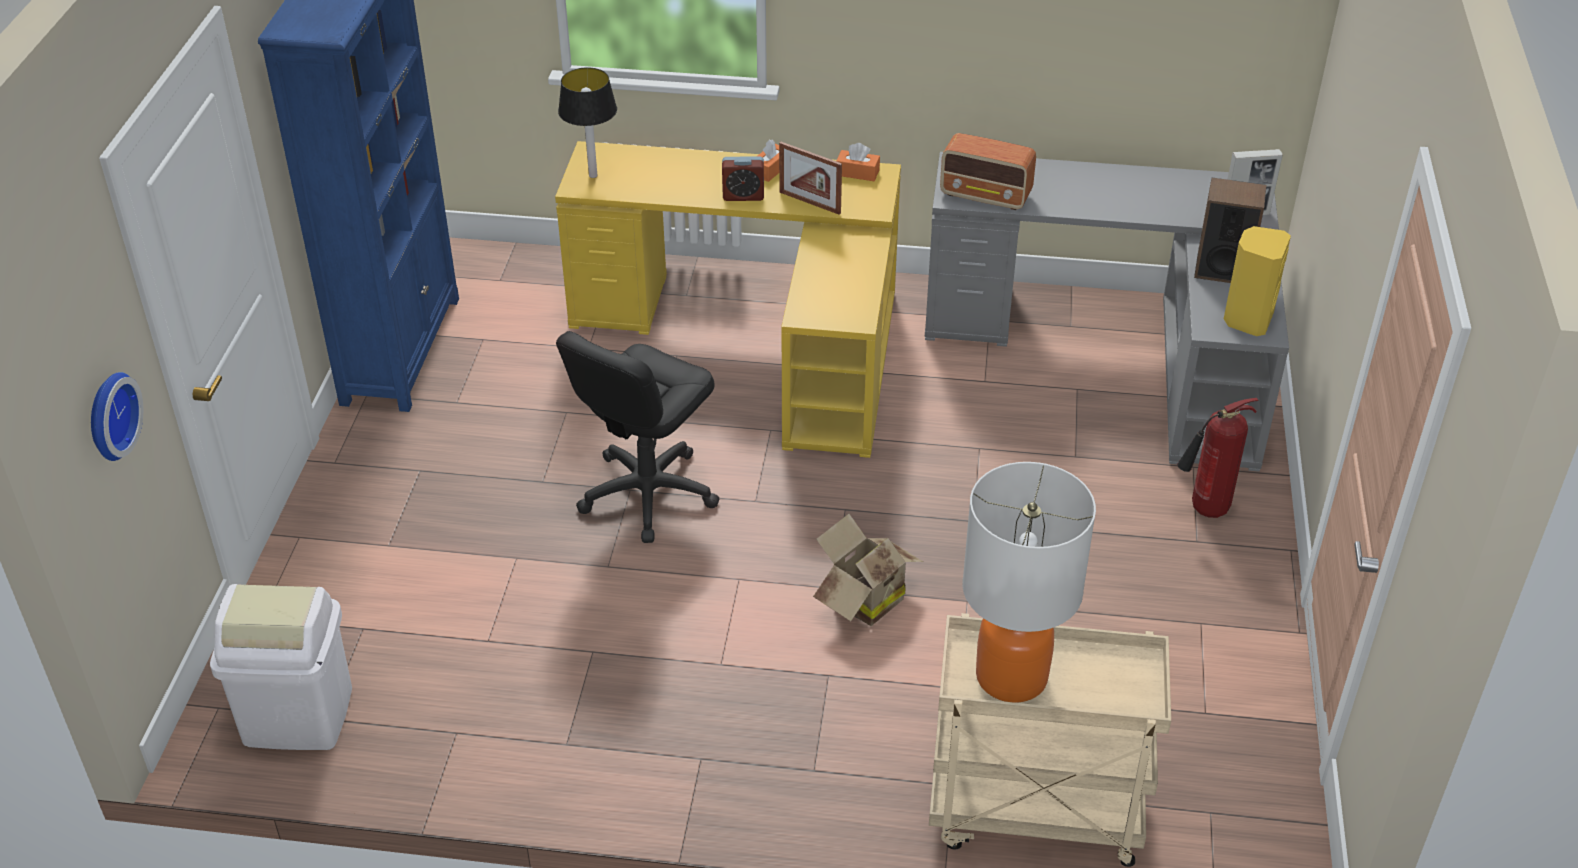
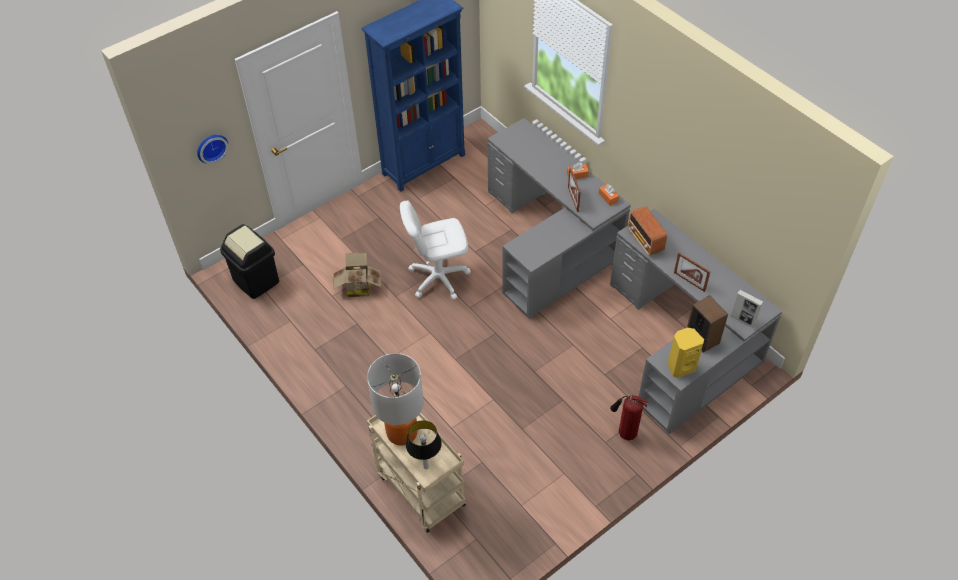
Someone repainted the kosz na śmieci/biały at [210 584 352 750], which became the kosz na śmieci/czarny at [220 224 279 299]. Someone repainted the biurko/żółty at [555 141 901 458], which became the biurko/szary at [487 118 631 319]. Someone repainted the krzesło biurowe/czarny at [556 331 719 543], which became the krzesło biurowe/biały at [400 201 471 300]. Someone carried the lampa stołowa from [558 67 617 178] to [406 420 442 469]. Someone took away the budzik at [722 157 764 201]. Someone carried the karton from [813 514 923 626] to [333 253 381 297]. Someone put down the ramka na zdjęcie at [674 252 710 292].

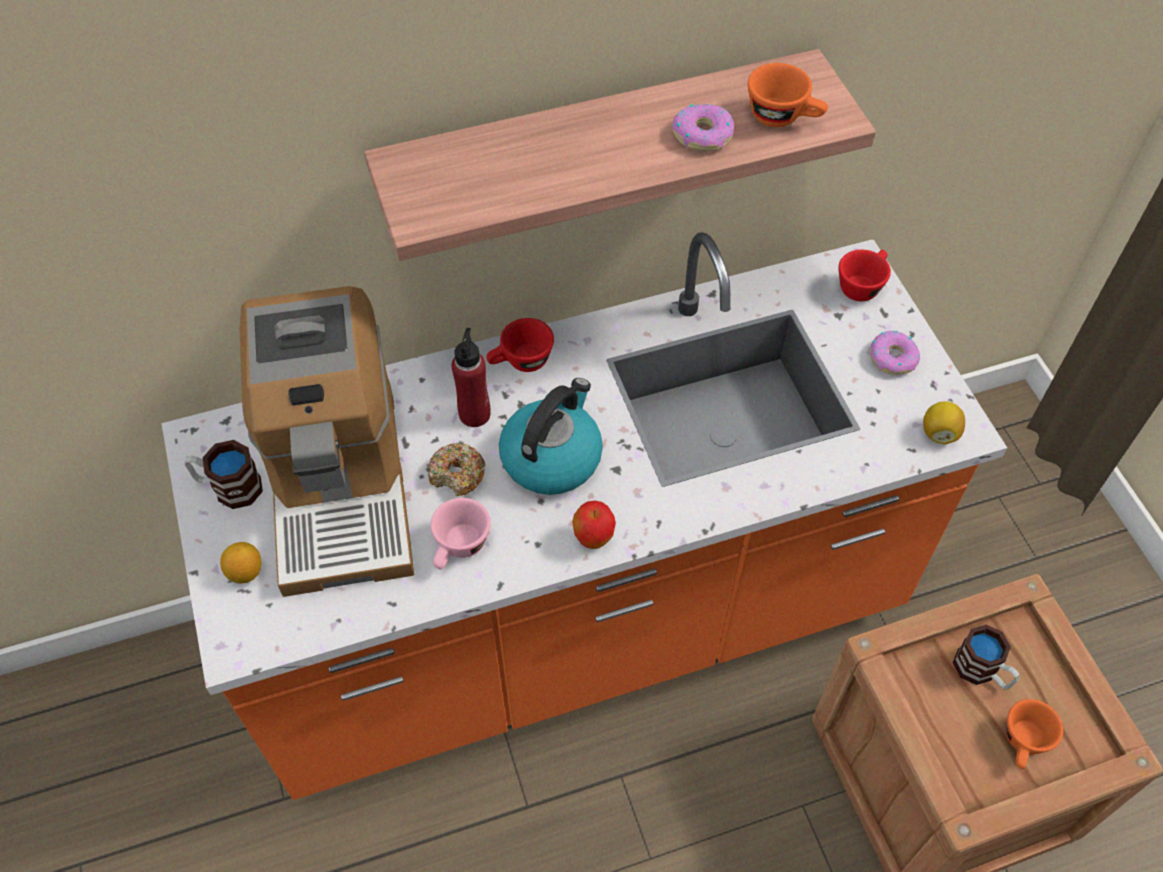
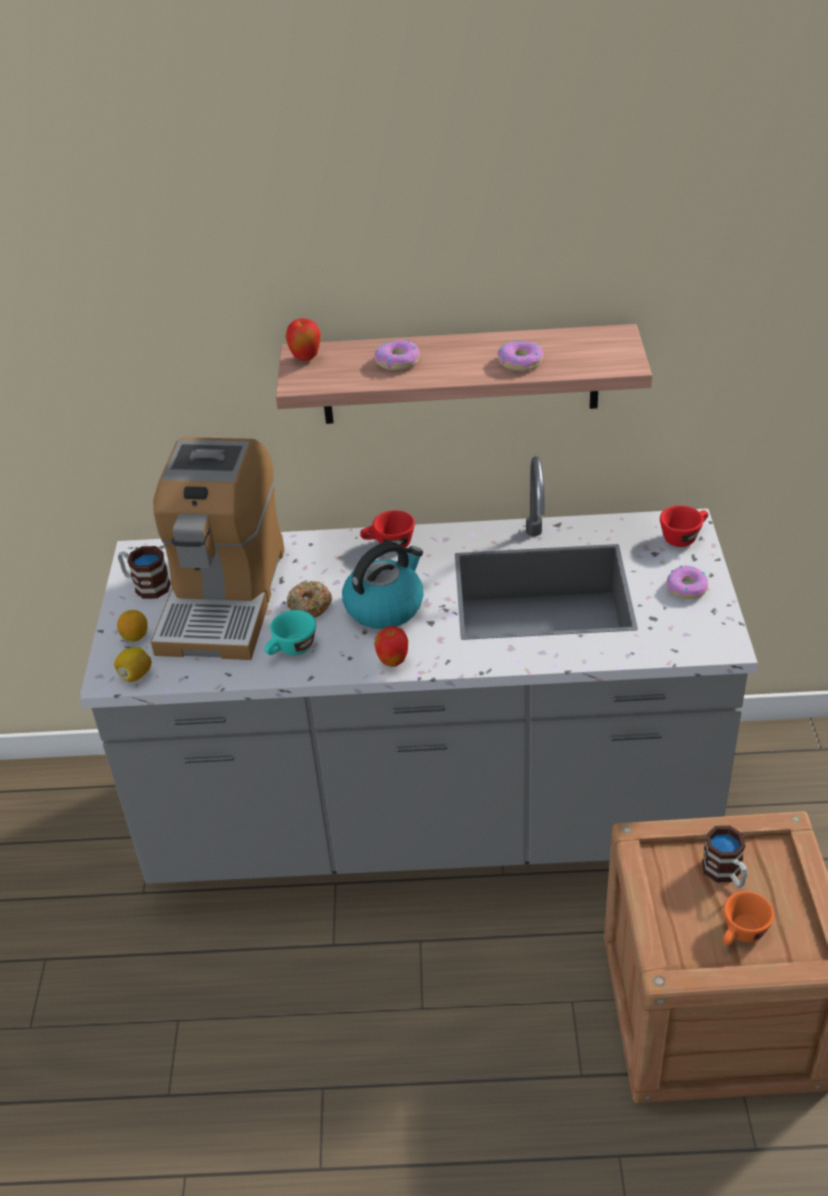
Someone repainted the zabudowa kuchenna/pomarańczowy at [161 232 1007 800], which became the zabudowa kuchenna/szary at [79 456 758 884]. Someone repainted the filiżanka/różowy at [431 498 490 569], which became the filiżanka/turkusowy at [264 610 316 655]. Someone took away the butelka/czerwony at [452 328 491 427]. Someone took away the filiżanka/pomarańczowy at [748 63 828 127]. Someone carried the cytryna from [923 402 965 444] to [114 647 151 682]. Someone put down the jabłko at [285 318 321 361]. Someone put down the donut at [374 340 420 370].

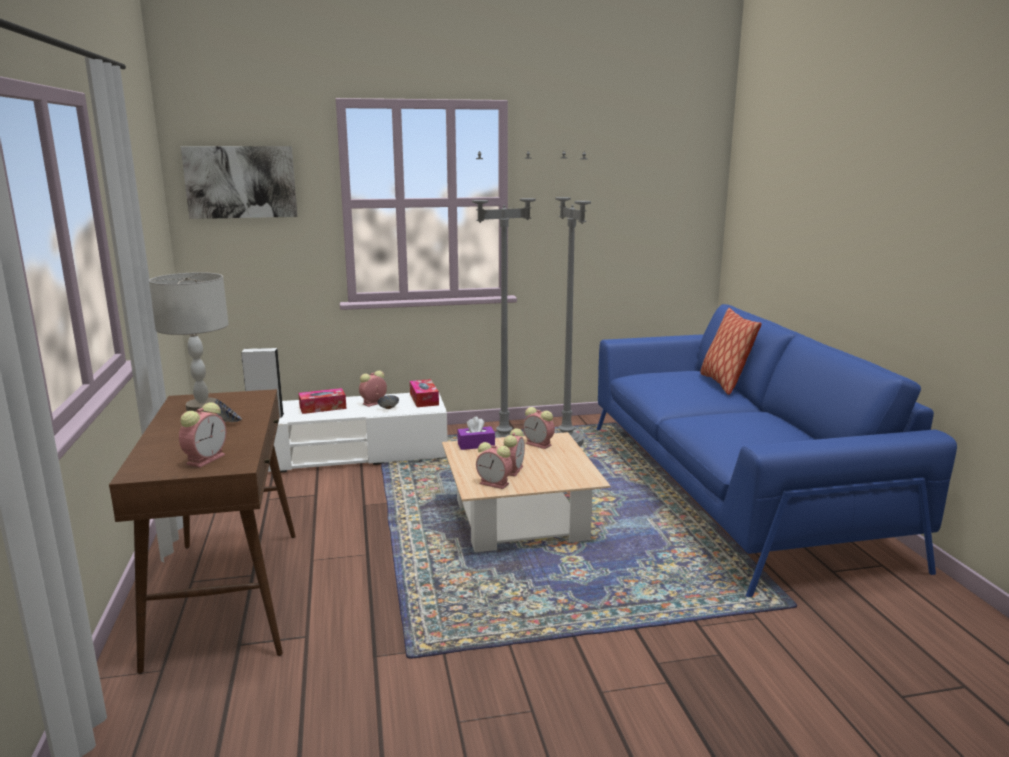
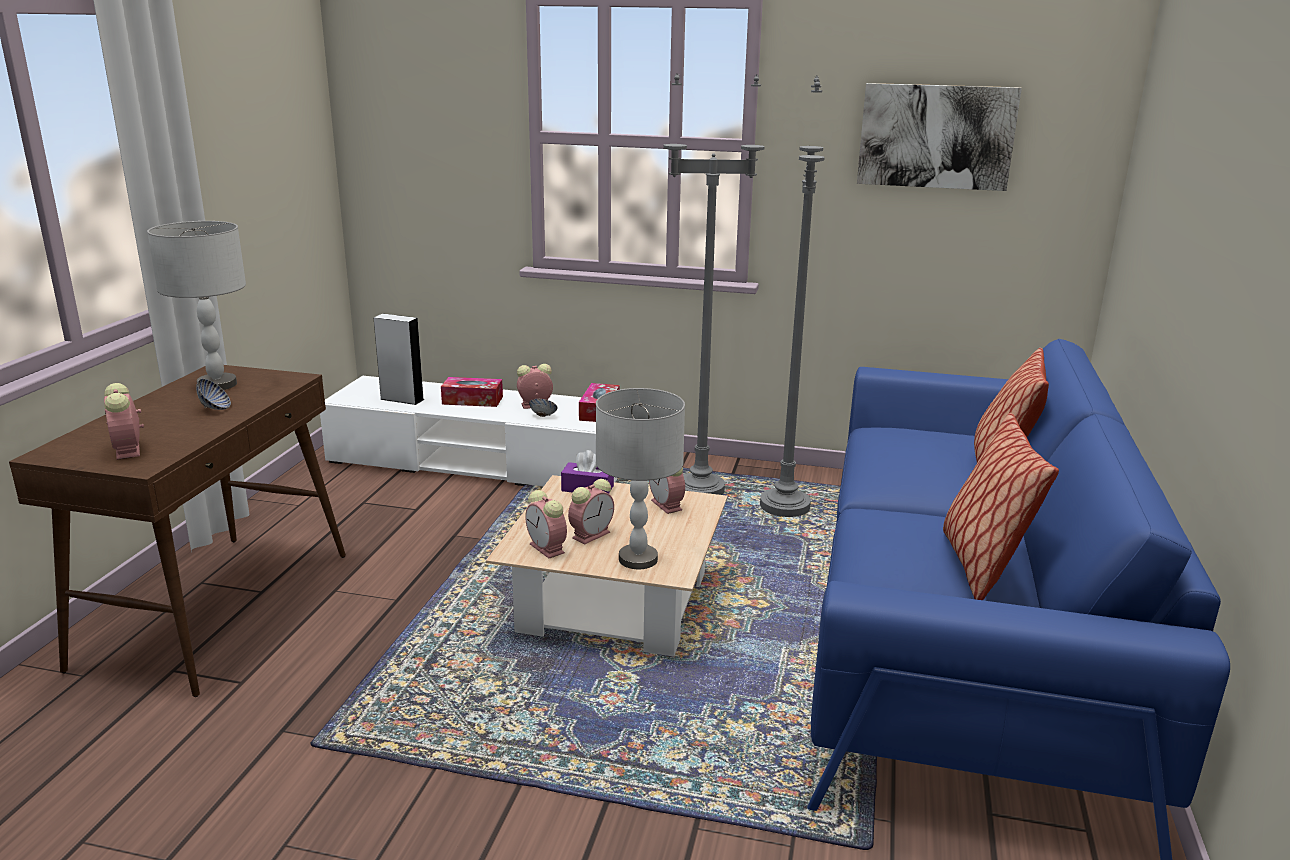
Someone rotated the budzik at [179 403 226 468] by 105 degrees clockwise. Someone carried the obraz from [181 146 297 219] to [857 83 1022 191]. Someone put down the lampa stołowa/szary at [596 388 685 569]. Someone put down the poduszka at [943 413 1059 600].

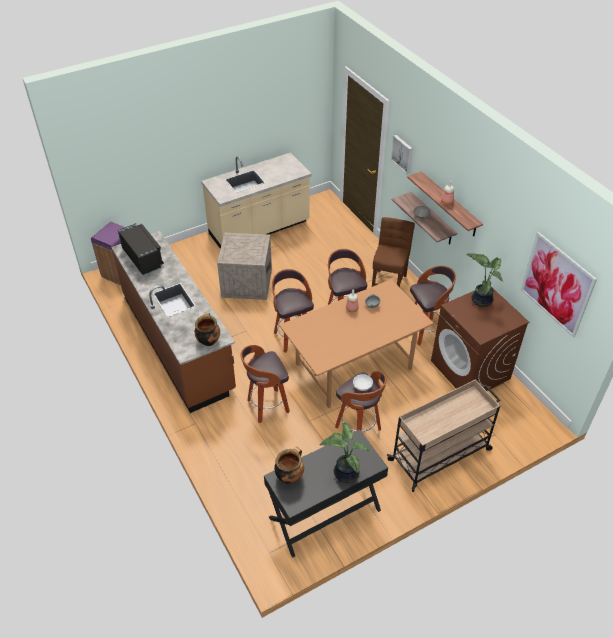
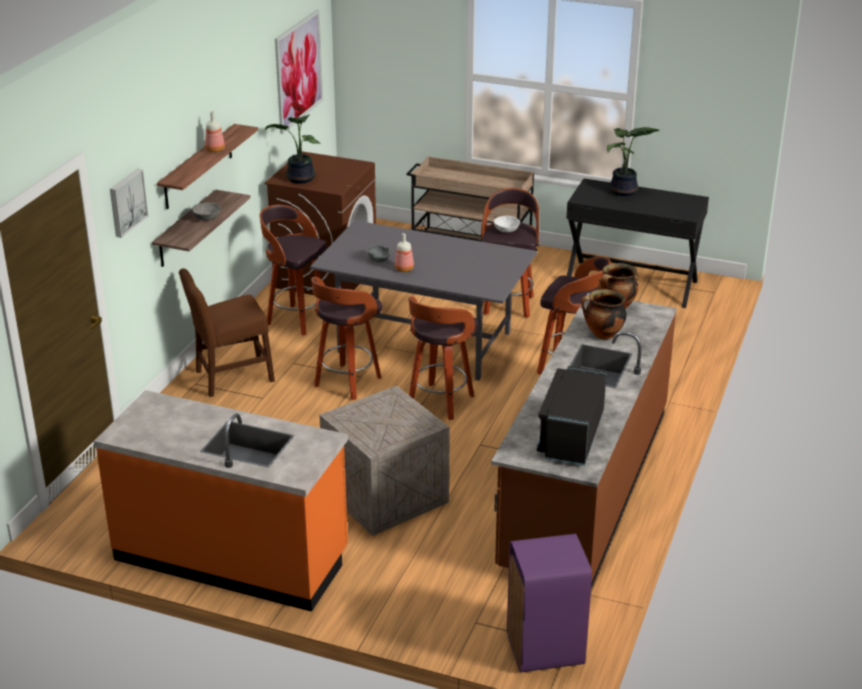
Someone repainted the zabudowa kuchenna/beżowy at [201 152 312 249], which became the zabudowa kuchenna/pomarańczowy at [94 390 348 612]. Someone carried the garnek from [274 447 304 484] to [581 289 627 339]. Someone repainted the stół jadalny/brązowy at [279 279 434 408], which became the stół jadalny/szary at [310 220 537 381].

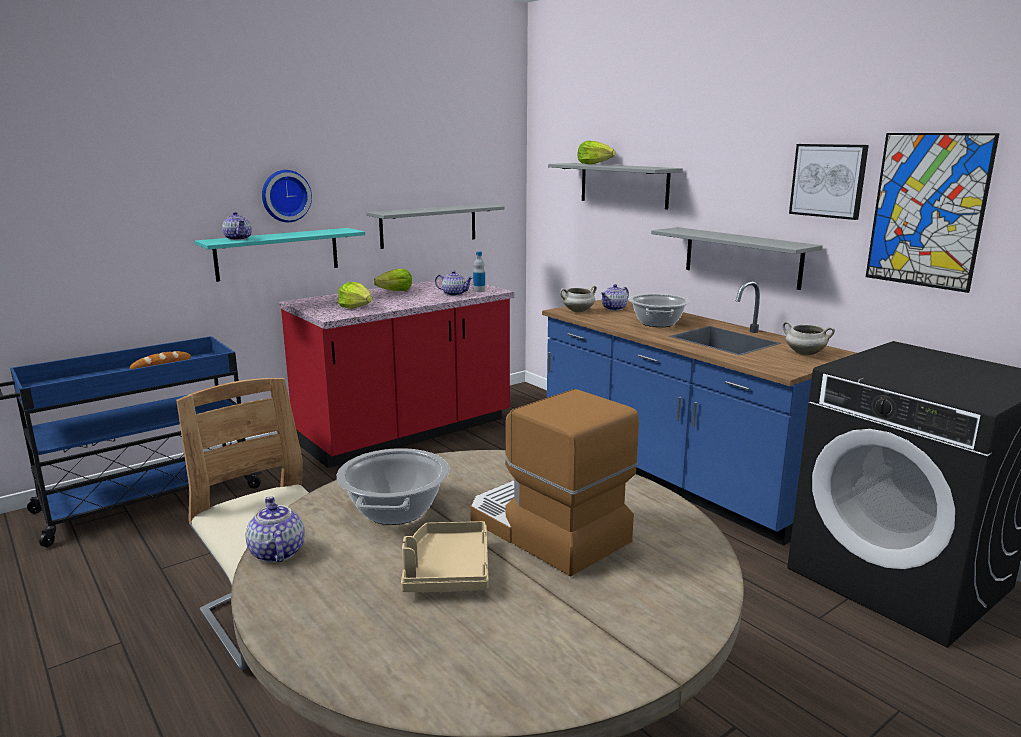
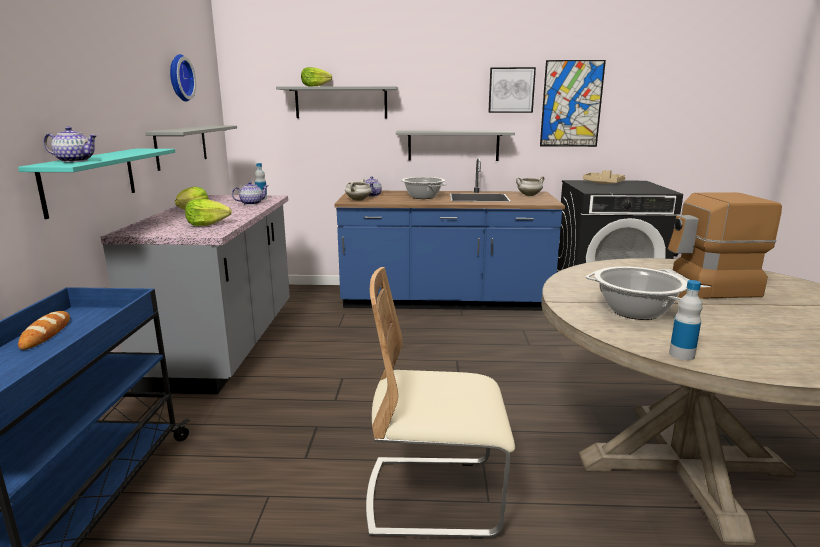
Someone swapped the imbryk at [246 497 305 563] for the butelka at [669 280 702 360]. Someone carried the zegar ścienny from [262 170 312 222] to [170 54 196 102]. Someone repainted the zabudowa kuchenna/czerwony at [279 279 514 468], which became the zabudowa kuchenna/szary at [101 195 290 394]. Someone carried the taca/beżowy from [401 521 488 592] to [583 170 625 184].

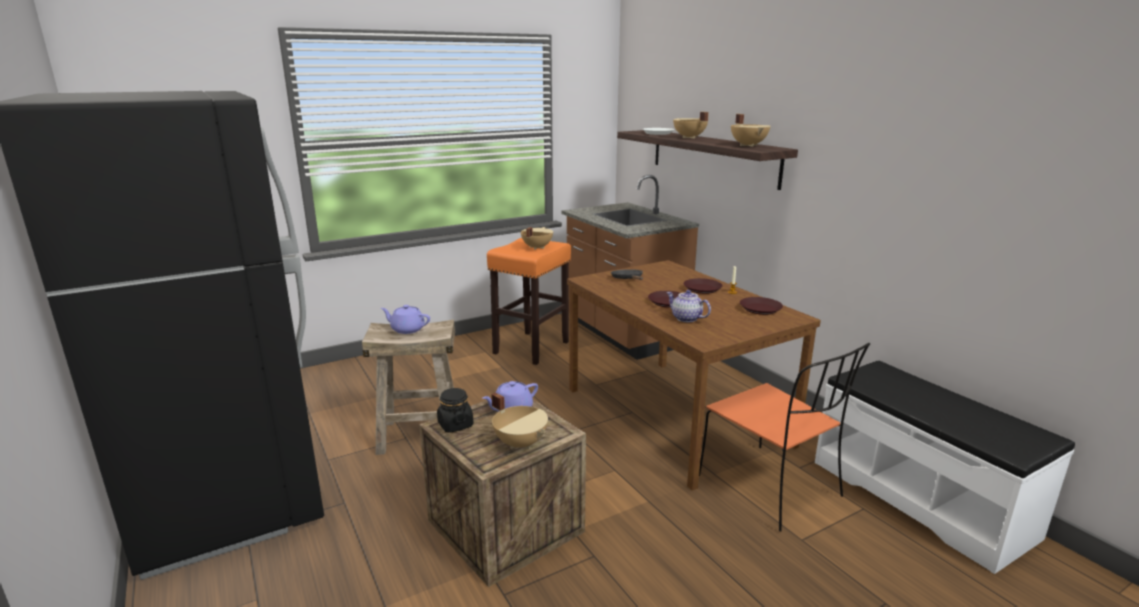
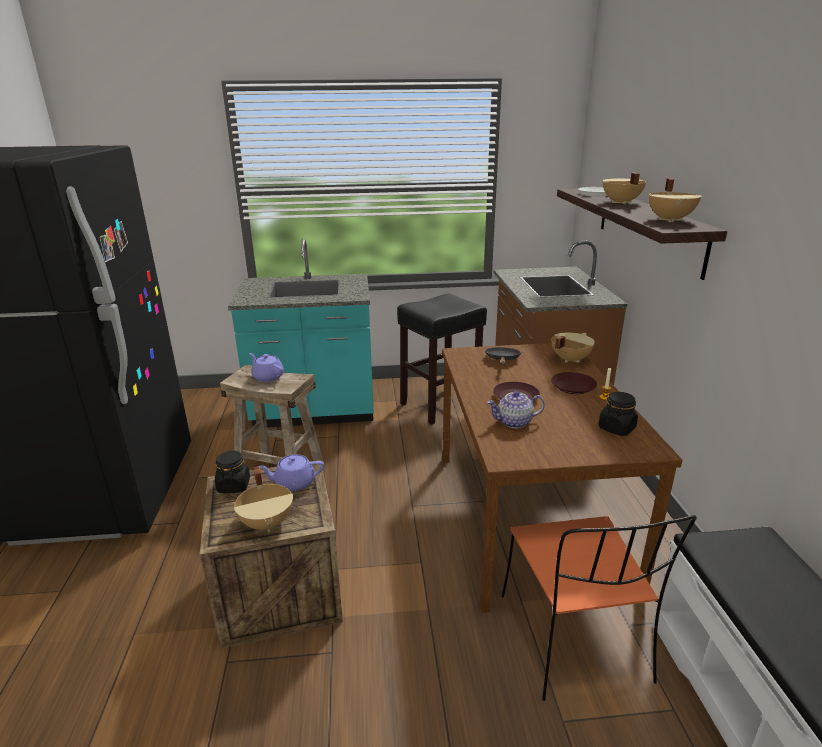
Someone repainted the stołek/pomarańczowy at [487 238 571 365], which became the stołek/czarny at [397 294 487 425]. Someone carried the garnek/beżowy from [521 227 553 250] to [551 333 595 363]. Someone rotated the imbryk at [666 290 711 322] by 75 degrees counterclockwise. Someone swapped the talerz/brązowy at [740 297 783 315] for the słoik/czarny at [598 392 638 436]. Someone put down the zabudowa kuchenna/turkusowy at [228 239 374 427].

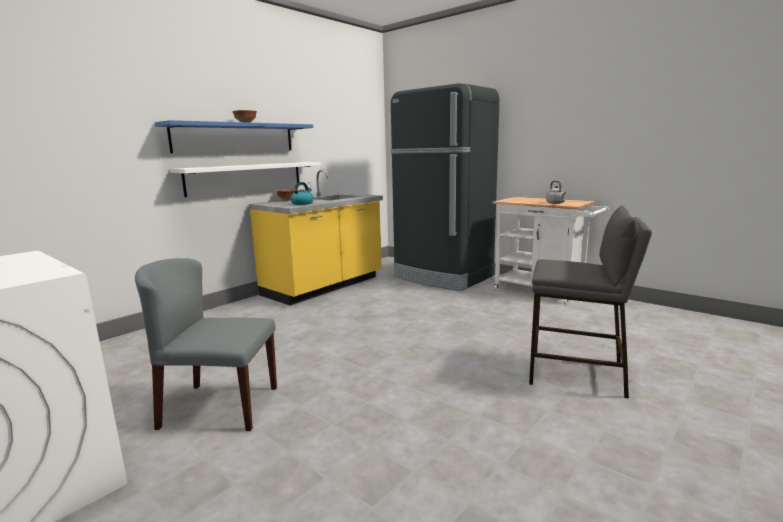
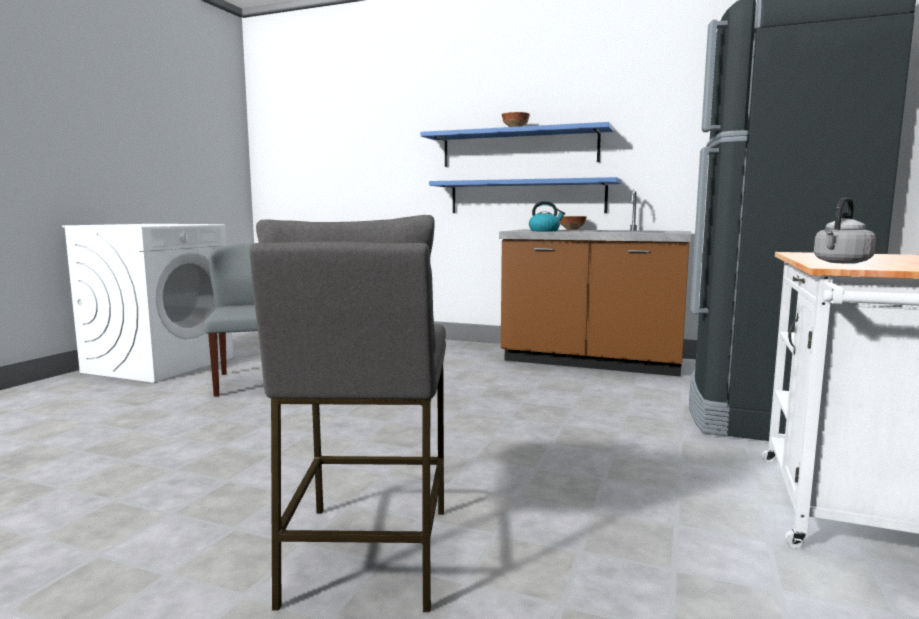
Someone repainted the półka/biały at [170 162 321 197], which became the półka/niebieski at [429 177 621 213]. Someone repainted the zabudowa kuchenna/żółty at [248 169 383 305], which became the zabudowa kuchenna/brązowy at [499 189 691 377].

